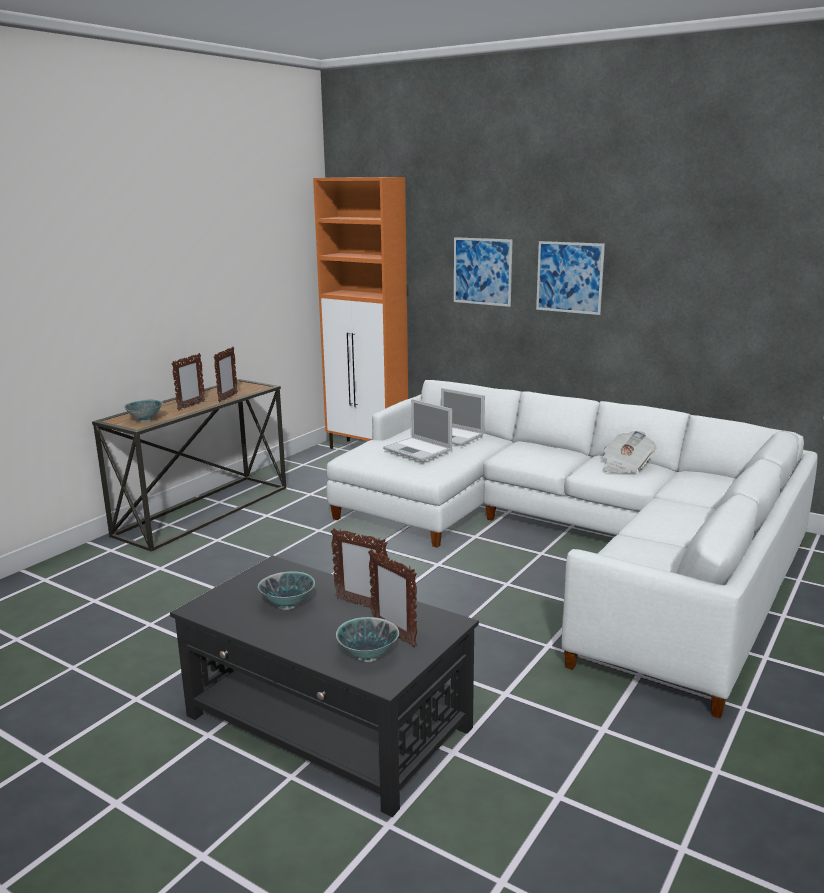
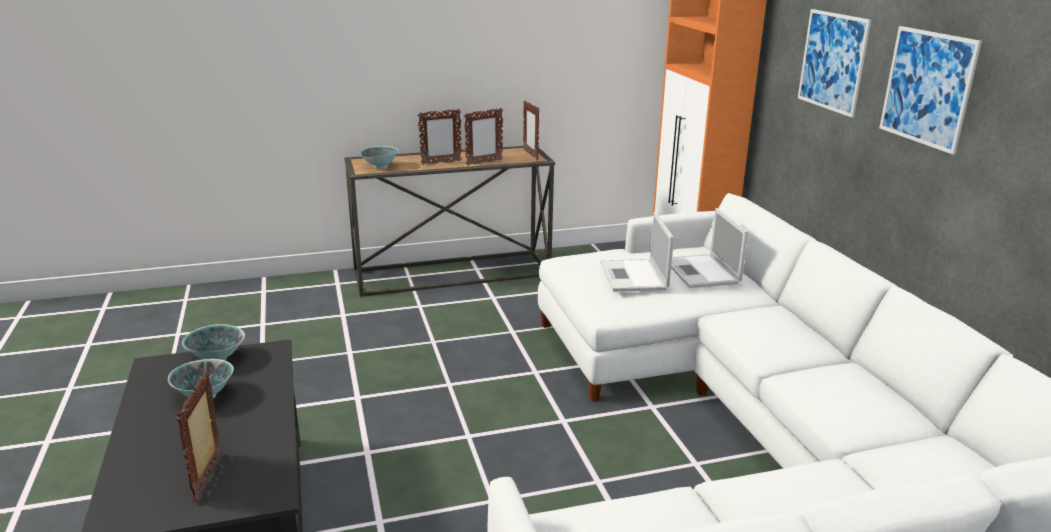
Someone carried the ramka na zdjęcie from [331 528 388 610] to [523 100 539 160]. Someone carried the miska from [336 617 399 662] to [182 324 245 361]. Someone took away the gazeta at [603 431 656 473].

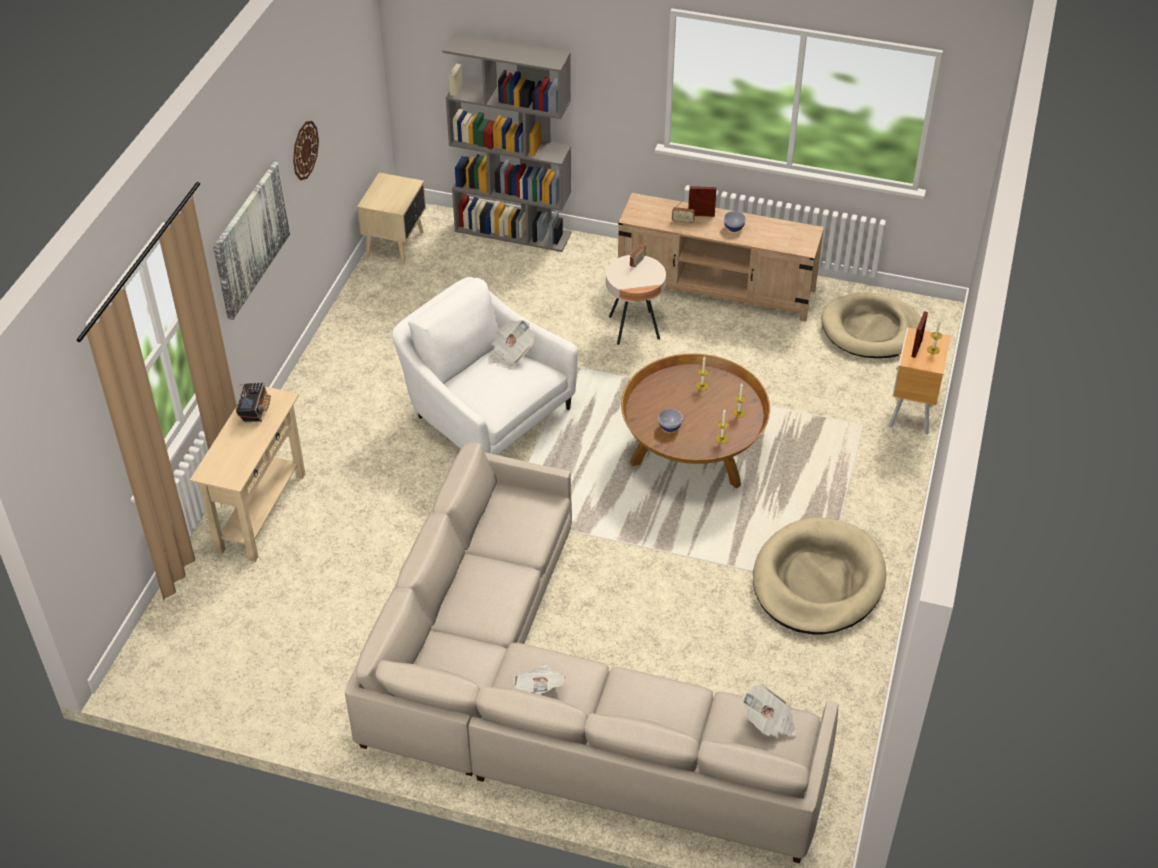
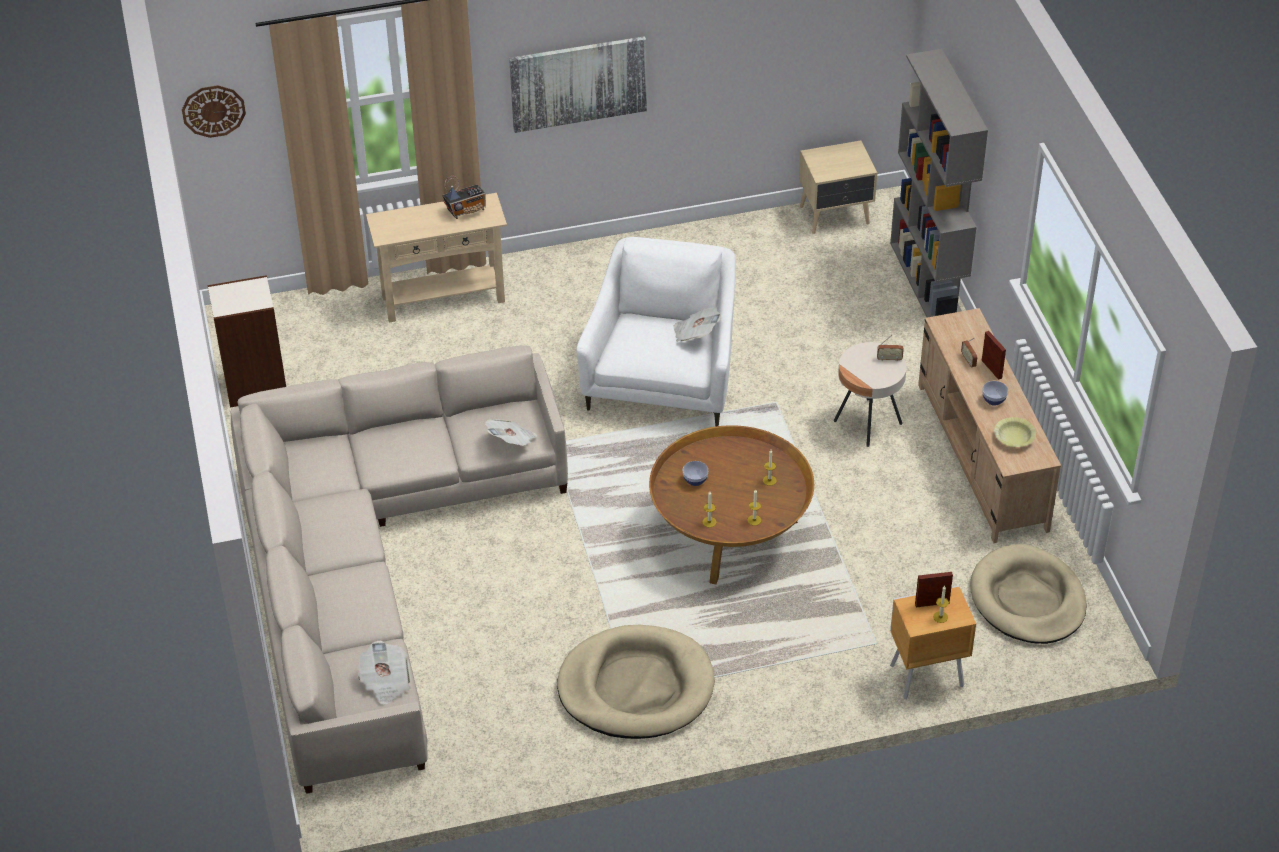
Someone carried the zegar ścienny from [293 121 319 180] to [182 85 246 138]. Someone carried the gazeta from [513 665 566 694] to [485 419 538 446]. Someone put down the regał at [207 275 286 408]. Someone put down the miska/żółty at [994 417 1036 447].

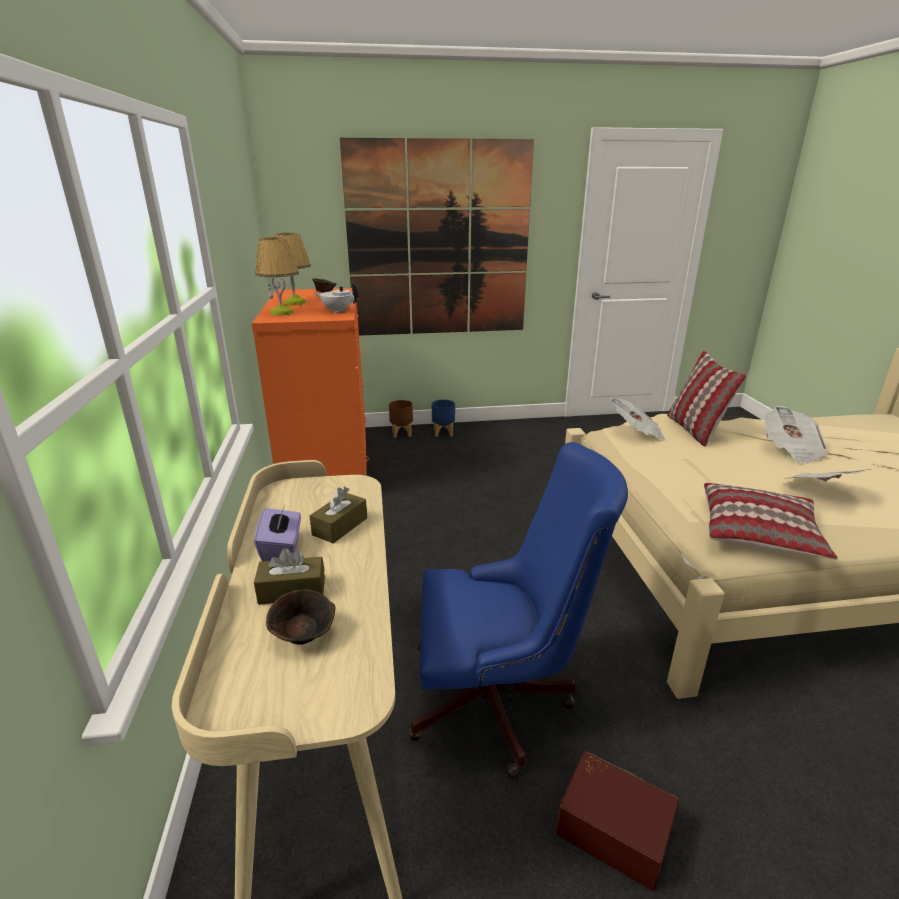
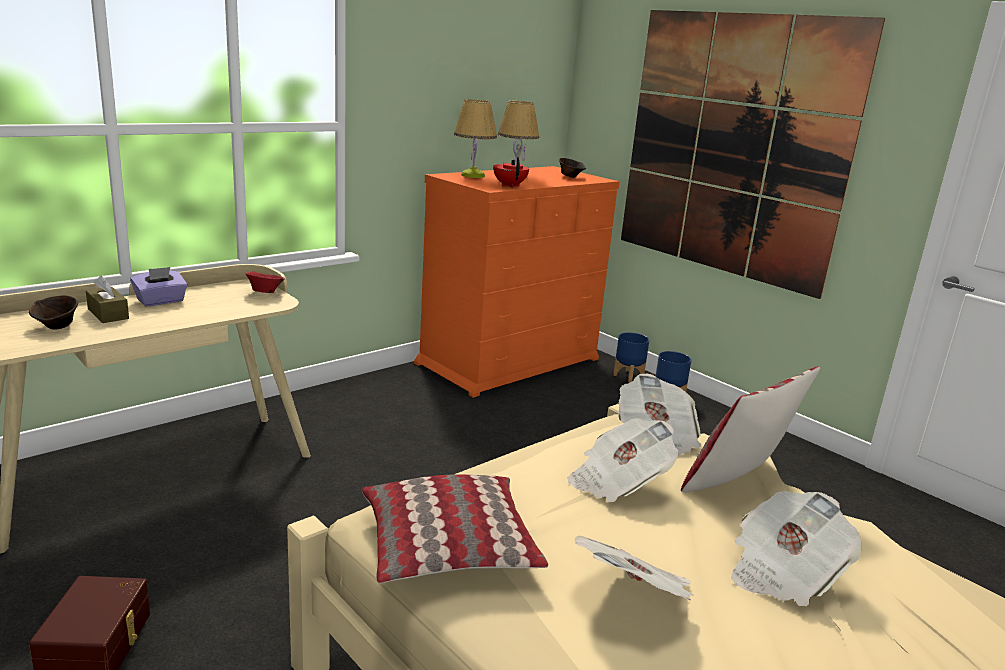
Someone took away the pudełko chusteczek/brązowy at [309 487 367 543]. Someone repainted the imbryk/biały at [314 283 358 313], which became the imbryk/czerwony at [493 157 529 188]. Someone repainted the donica/brązowy at [389 400 413 438], which became the donica/niebieski at [613 332 649 382]. Someone took away the krzesło biurowe/niebieski at [408 442 628 779]. Someone put down the miska/czerwony at [246 272 285 293]. Someone put down the gazeta at [568 418 678 502].

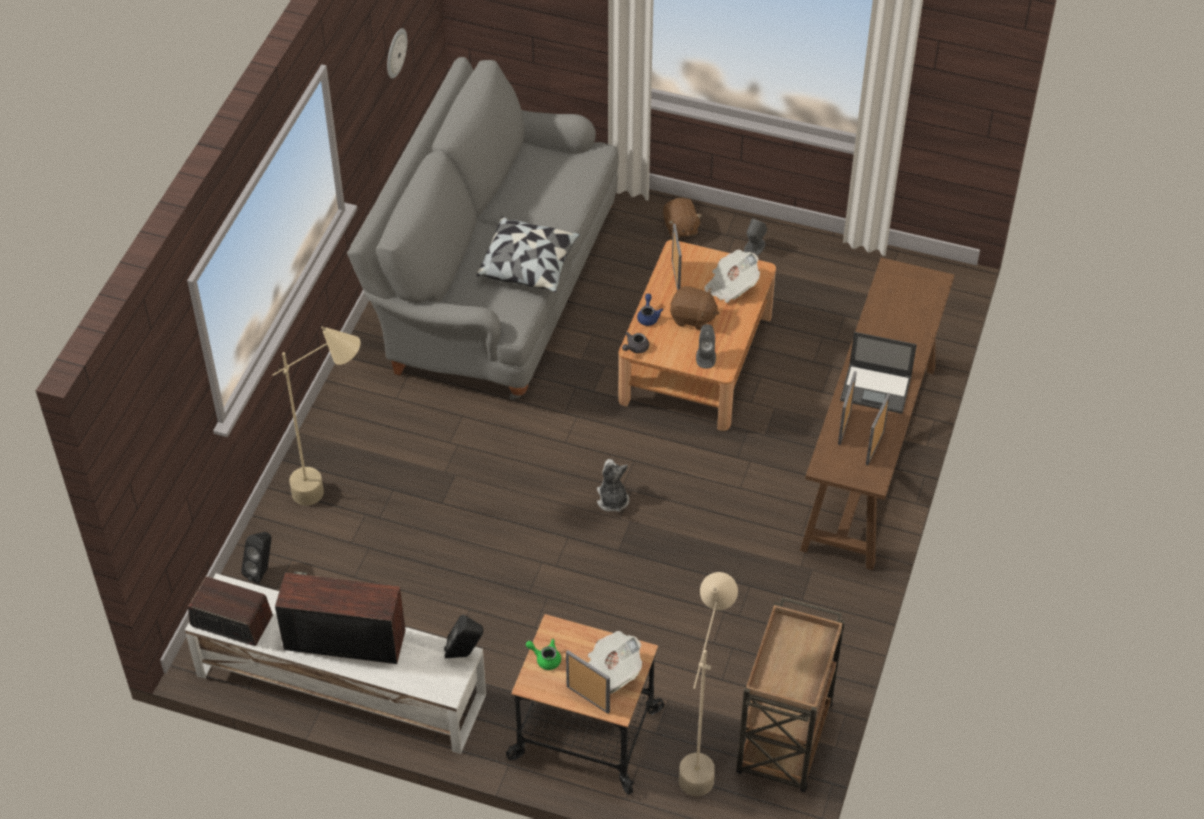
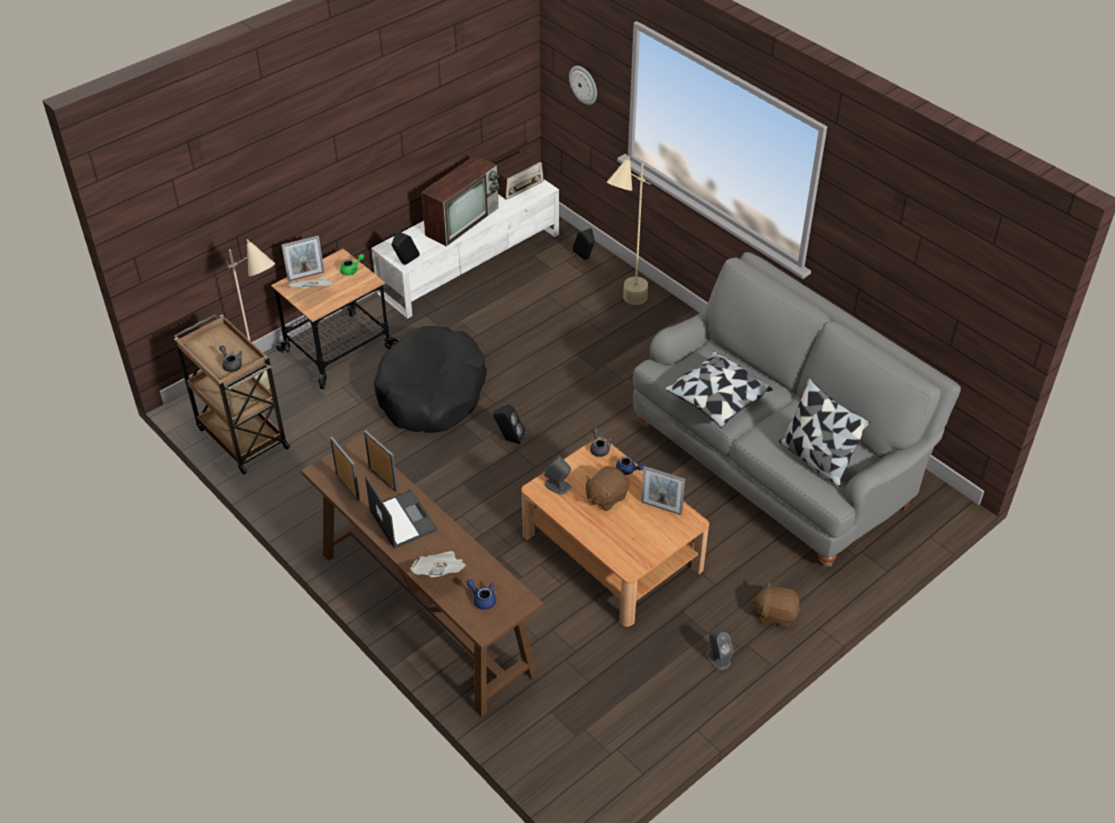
Someone carried the zegar ścienny from [387 28 407 79] to [569 66 597 105]. Someone swapped the pluszak at [597 459 629 512] for the głośnik/czarny at [493 405 525 444]. Someone carried the gazeta from [704 250 760 303] to [410 551 466 577]. Someone rotated the laptop at [840 332 917 414] by 105 degrees clockwise. Someone put down the imbryk/szary at [219 345 242 372]. Someone put down the legowisko/czarny at [374 326 487 433]. Someone put down the imbryk/niebieski at [466 579 496 610]. Someone put down the poduszka at [779 378 870 487].

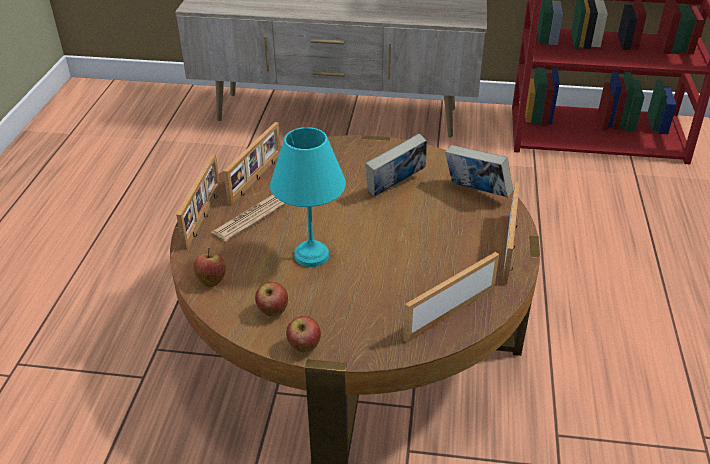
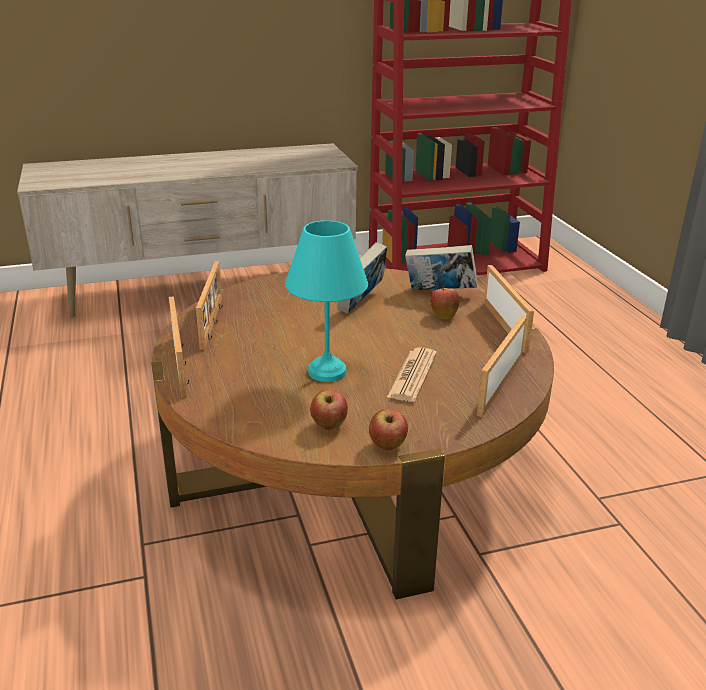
Someone carried the jabłko from [194 248 226 288] to [430 282 460 319]. Someone carried the gazeta from [212 195 286 241] to [386 347 437 402].

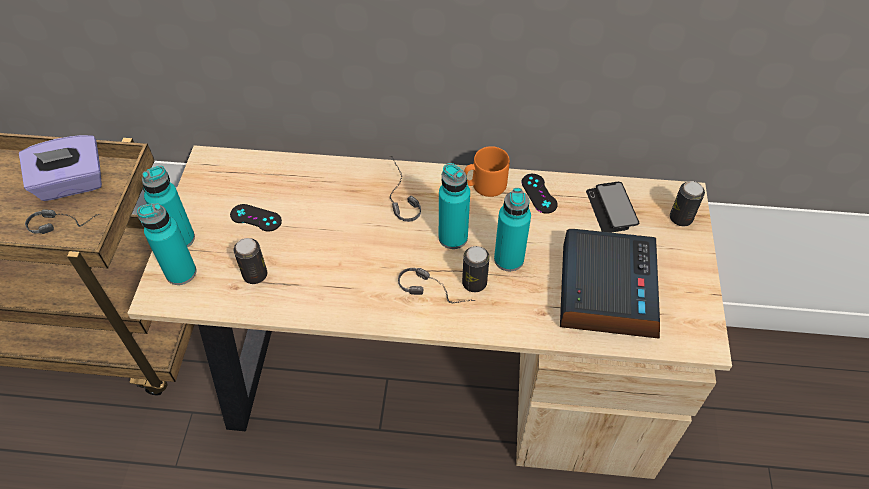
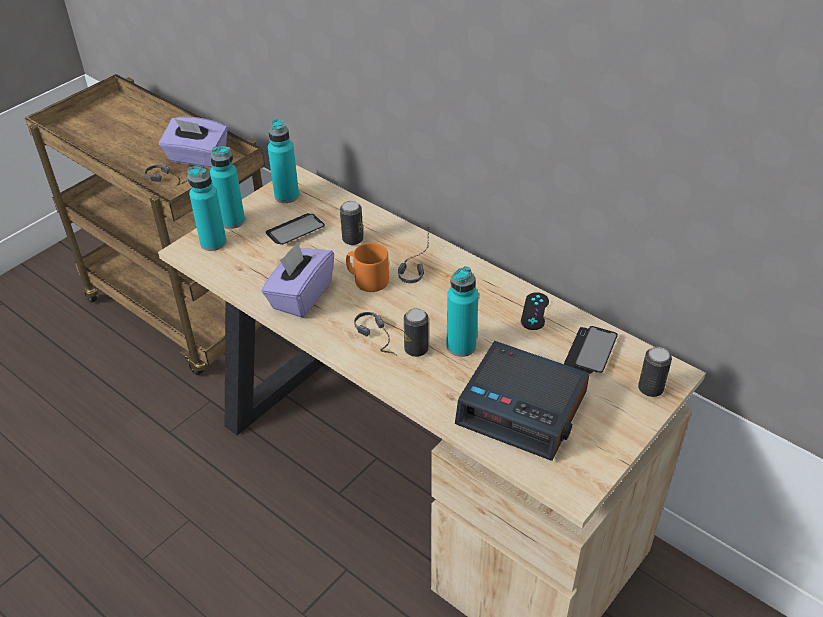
Someone swapped the pad do gier/czarny at [230 204 282 232] for the telefon at [266 213 325 245]. Someone carried the puszka from [234 238 267 284] to [340 201 363 245]. Someone carried the butelka/turkusowy from [439 163 470 249] to [268 119 299 203]. Someone carried the kubek/pomarańczowy from [464 146 510 197] to [346 243 389 292]. Someone rotated the budzik at [560 229 660 339] by 75 degrees clockwise. Someone put down the pudełko chusteczek/fioletowy at [261 242 334 318].

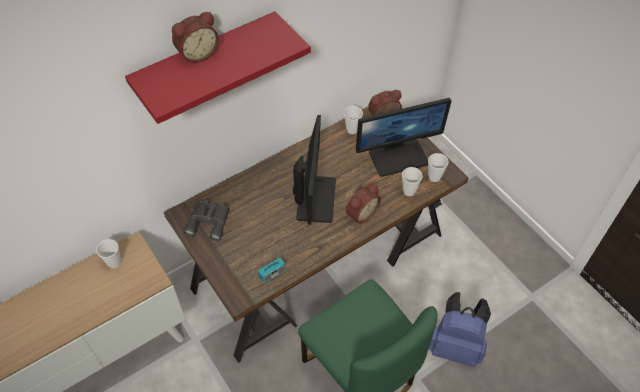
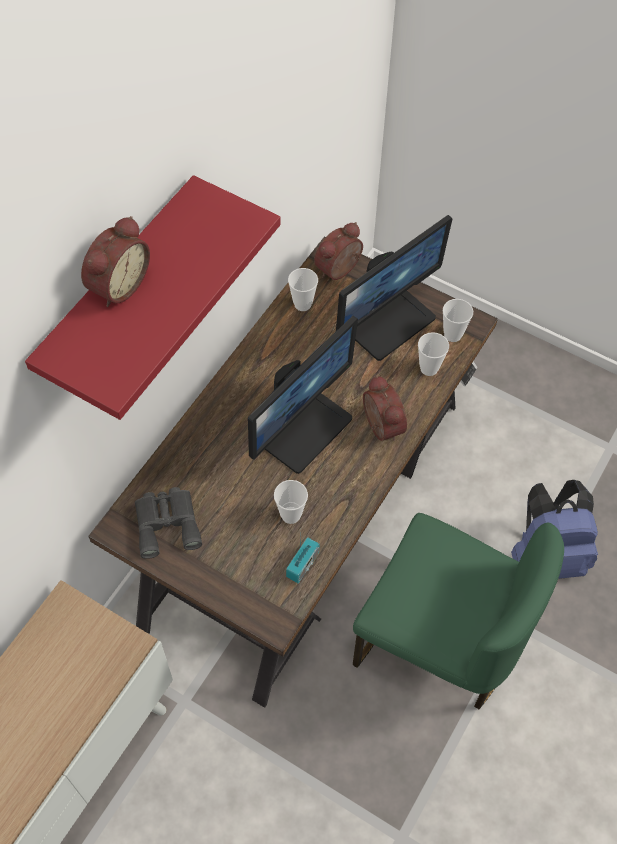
Someone carried the filiżanka from [96 239 121 269] to [274 480 308 524]. Someone rotated the monitor at [293 115 336 225] by 60 degrees clockwise. Someone rotated the budzik at [346 184 381 224] by 45 degrees counterclockwise.

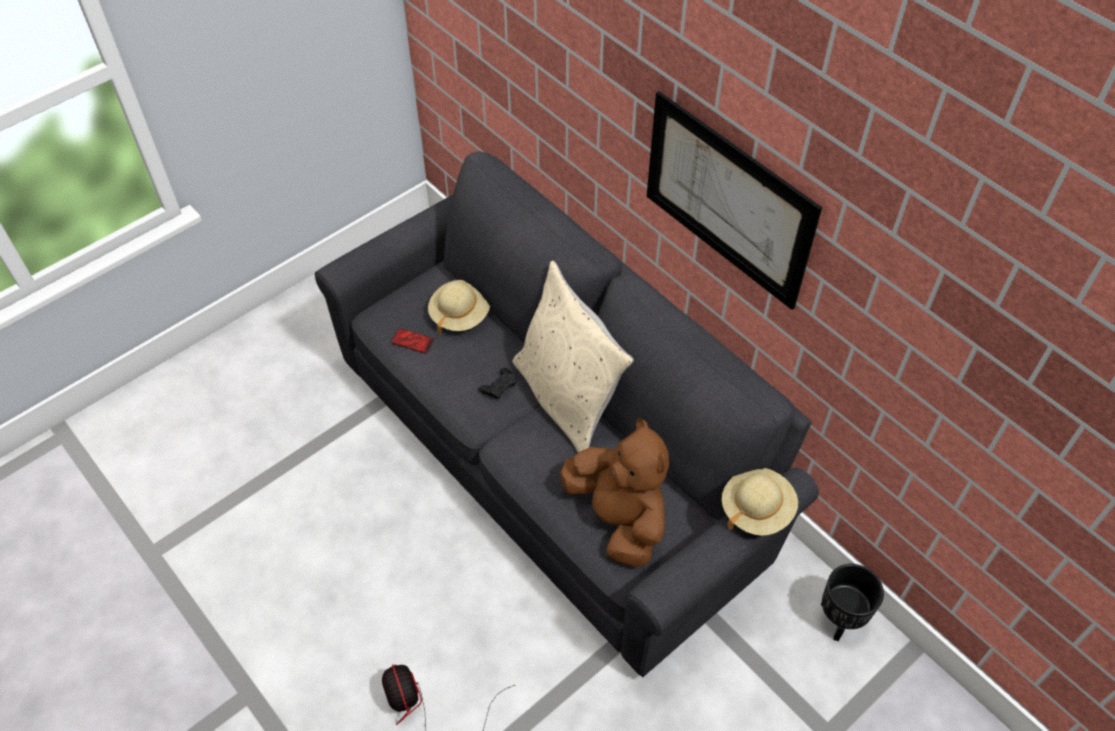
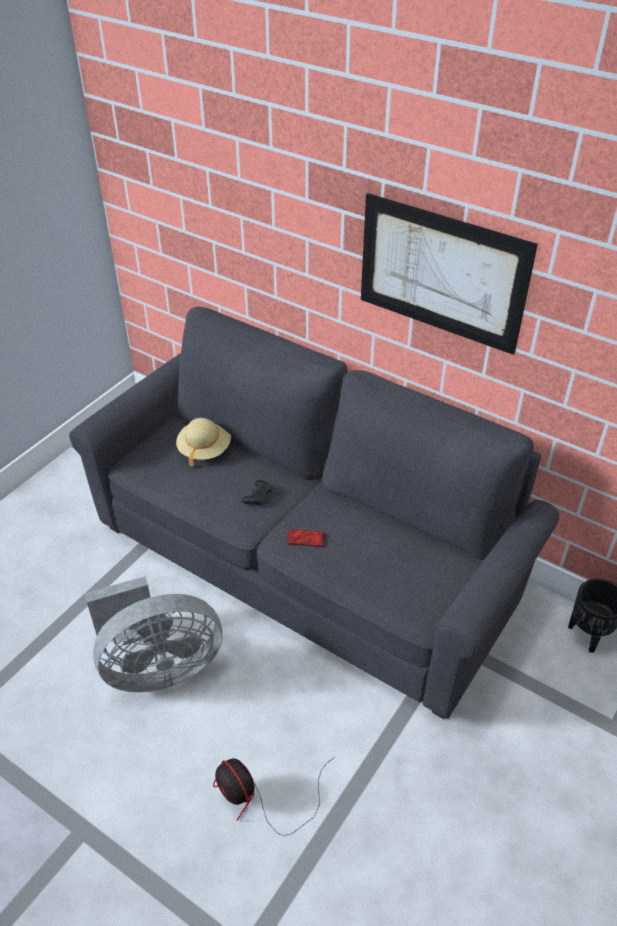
Someone carried the telefon from [391 328 434 353] to [287 529 326 547]. Someone took away the poduszka/beżowy at [512 261 634 452]. Someone took away the pluszak/brązowy at [560 418 669 567]. Someone took away the kapelusz/beżowy at [722 468 798 536]. Someone put down the wentylator/szary at [85 576 222 692].

